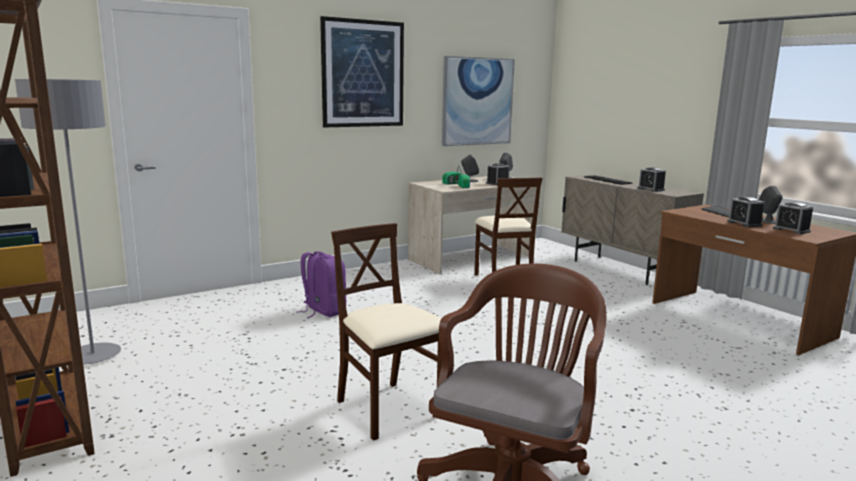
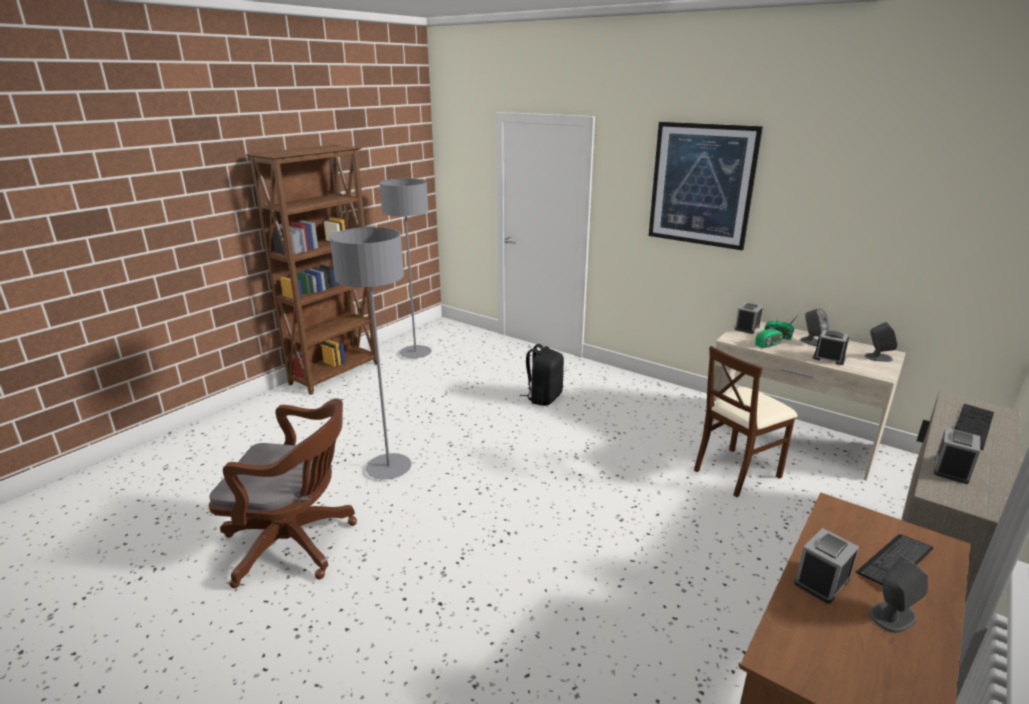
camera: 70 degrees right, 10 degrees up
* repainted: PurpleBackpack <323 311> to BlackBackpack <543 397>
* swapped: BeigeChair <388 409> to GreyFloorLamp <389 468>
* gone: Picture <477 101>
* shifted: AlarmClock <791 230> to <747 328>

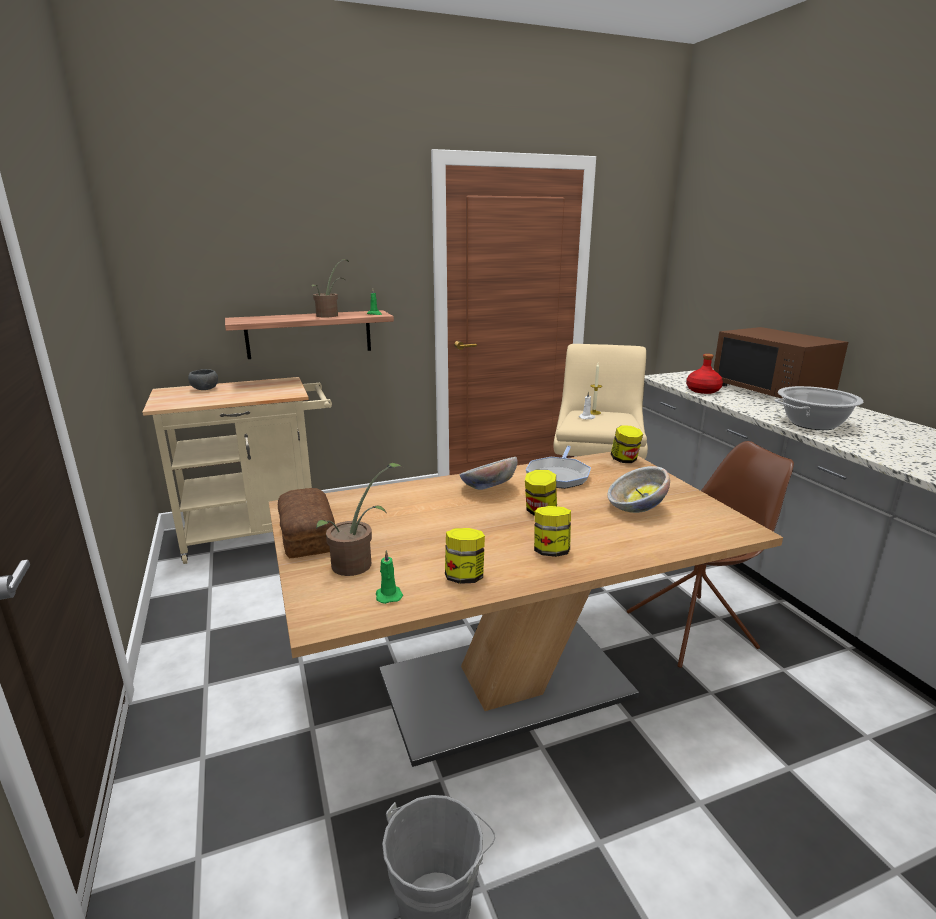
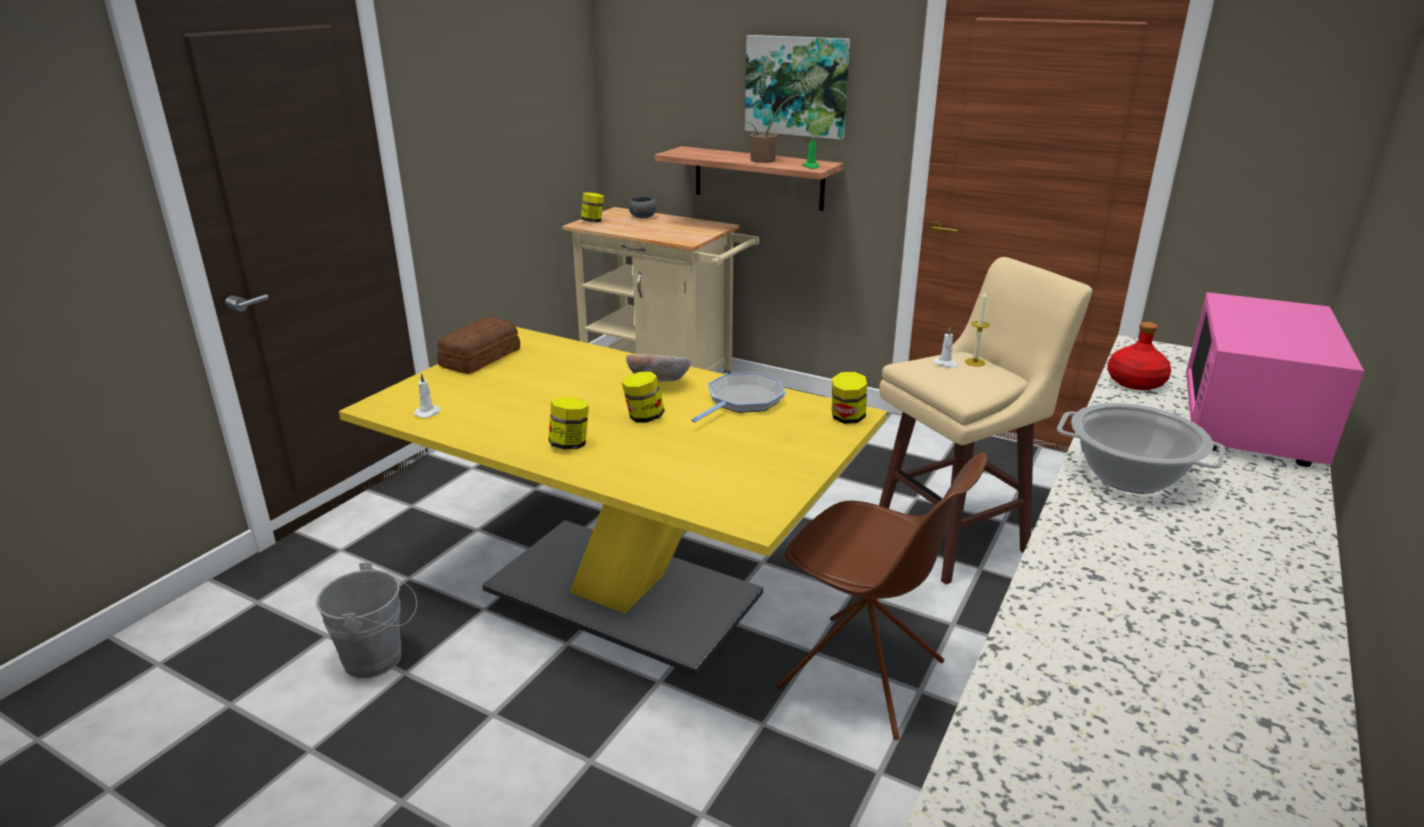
camera: 50 degrees right, 5 degrees up
* repainted: BrownDiningTable <505 684> to YellowDiningTable <622 591>
* gone: PottedPlant <358 564>
* repainted: GreenCandle <388 595> to WhiteCandle <428 413>
* shifted: Jar <464 577> to <593 221>
* rotated: FryingPan <558 476> = <742 401> 150 degrees clockwise
* gone: Bowl <635 509>
* repainted: BrownMicrowave <771 392> to PinkMicrowave <1250 423>
* new: Picture <797 86>

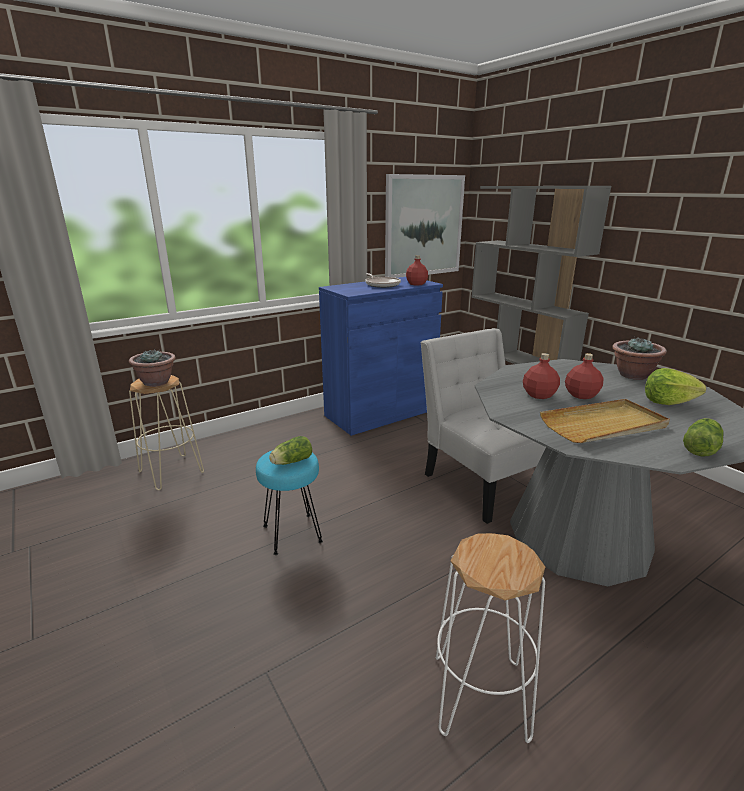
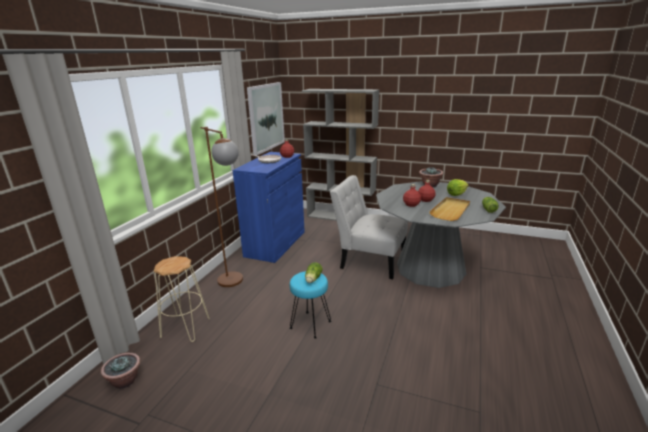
camera: 35 degrees left, 0 degrees up
* shifted: PottedPlant <156 382> to <125 381>
* gone: WhiteStool <480 697>
* new: BrownFloorLamp <235 283>

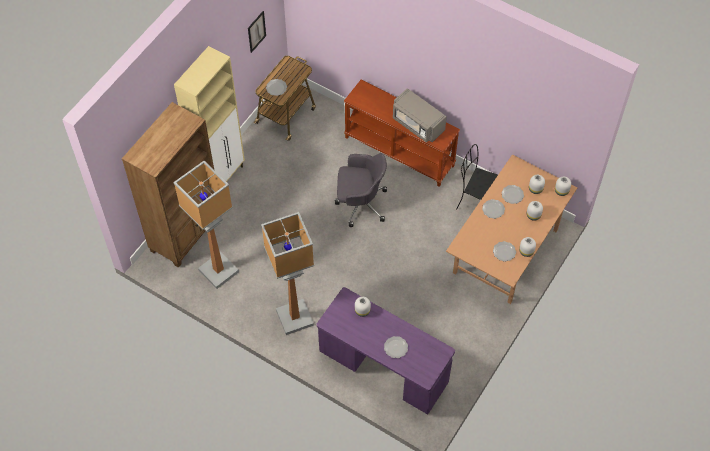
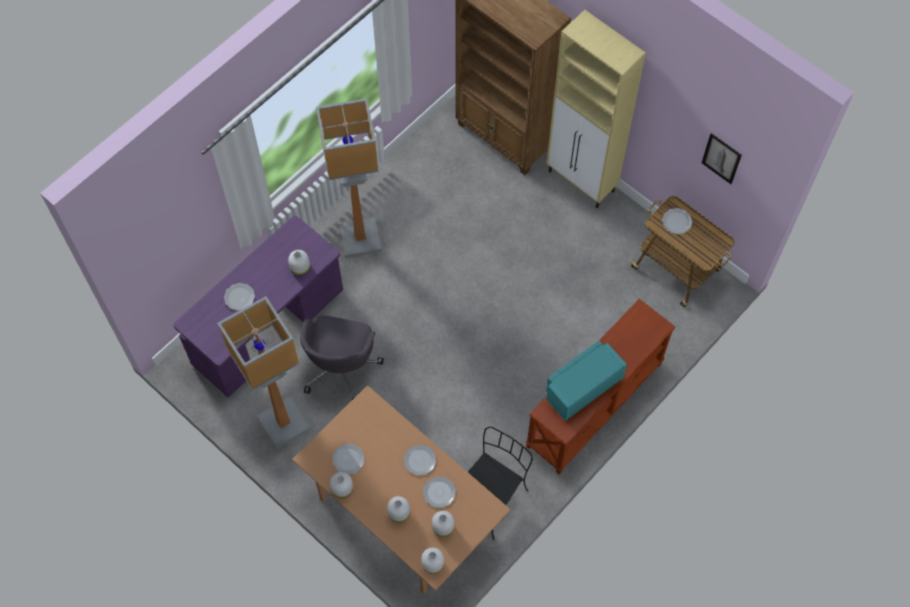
camera: 100 degrees right, 5 degrees up
* shifted: FloorLamp <217 271> to <284 422>
* shifted: GreyOfficeChair <360 203> to <341 368>
* repainted: GreyMicrowave <417 124> to TurquoiseMicrowave <582 387>

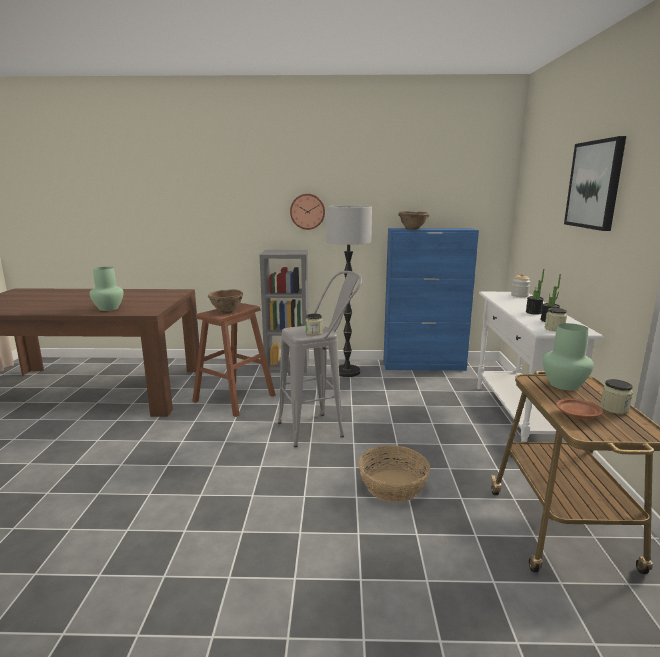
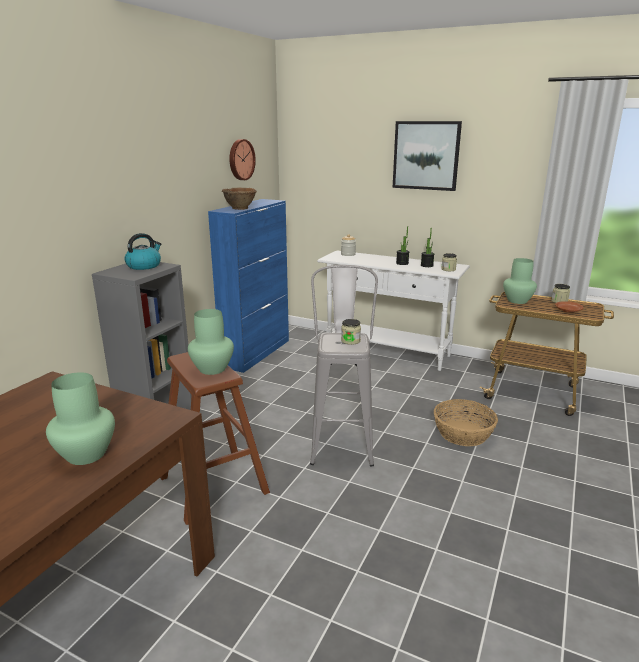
camera: 65 degrees left, 5 degrees up
* swapped: BrownBowl <226 312> to GreenVase <213 369>
* shifted: WallClock <307 211> to <240 159>
* gone: FloorLamp <347 372>
* new: Kettle <144 266>

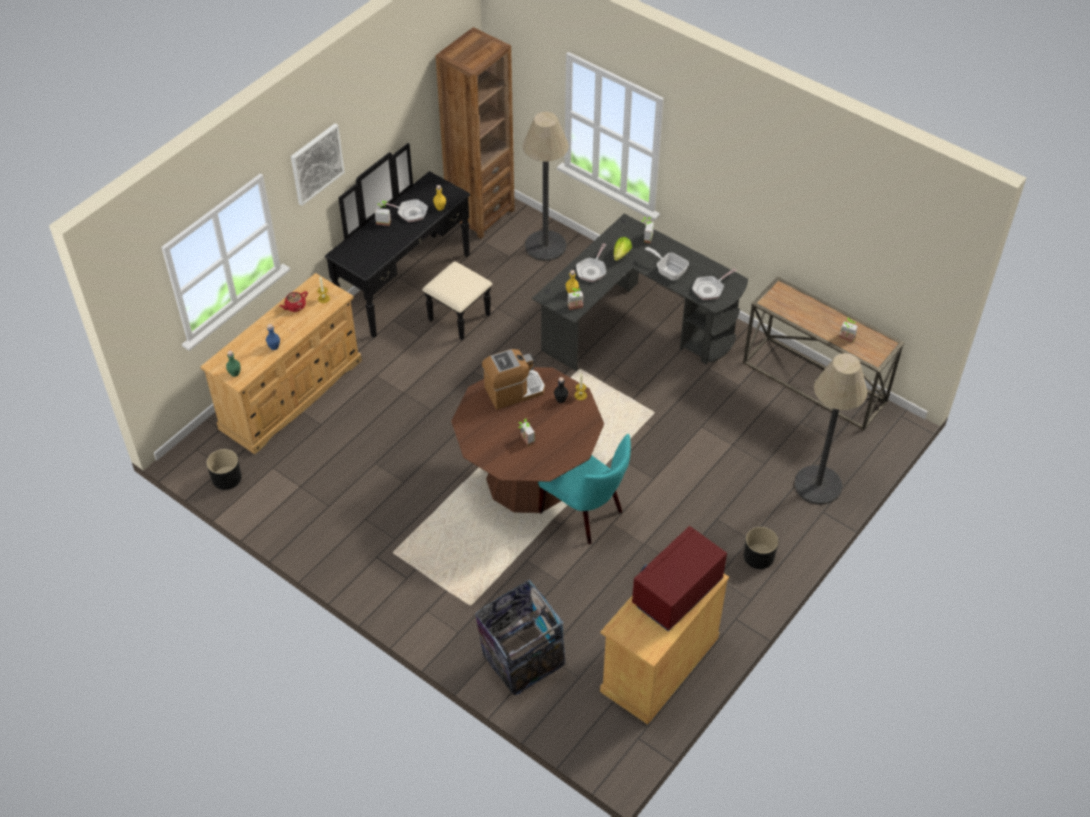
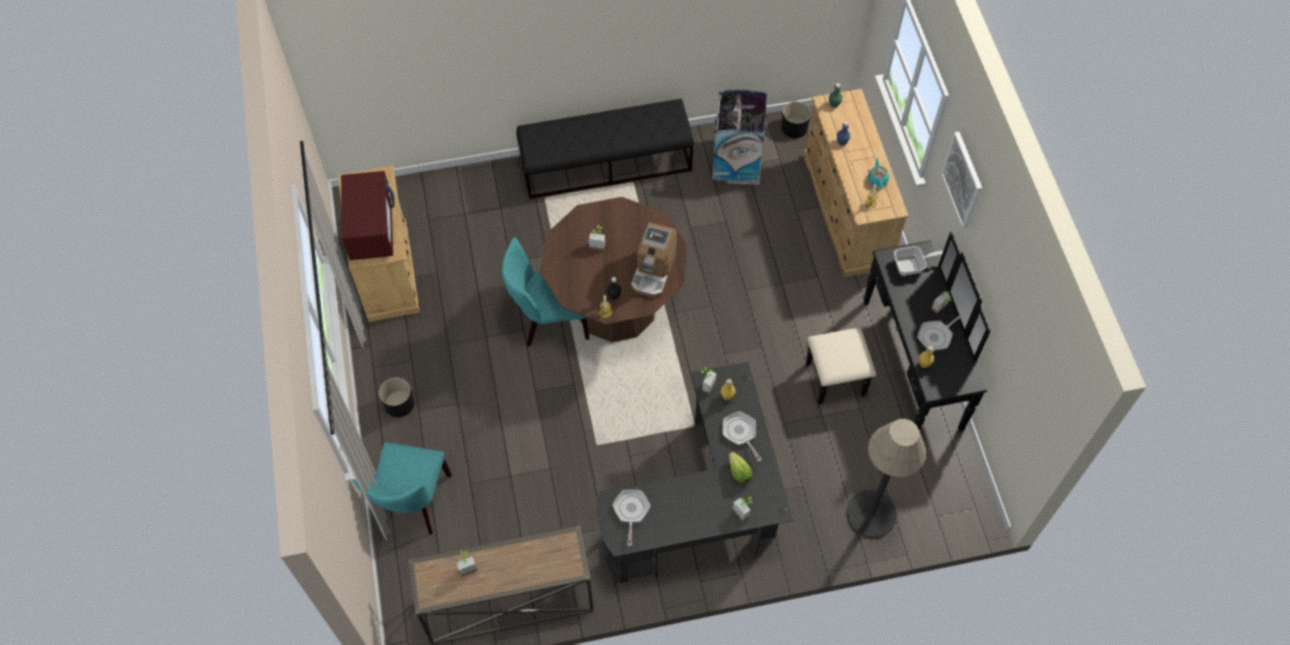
camera: 130 degrees right, 10 degrees up
* repainted: RedTeapot <295 306> to TurquoiseTeapot <877 179>
* gone: BrownBookcase <480 214>
* shifted: TrashCan <522 662> to <736 160>
* shifted: FryingPan <668 270> to <912 266>
* swapped: FloorLamp <818 485> to TurquoiseChair <412 504>
* new: BlackBench <606 164>

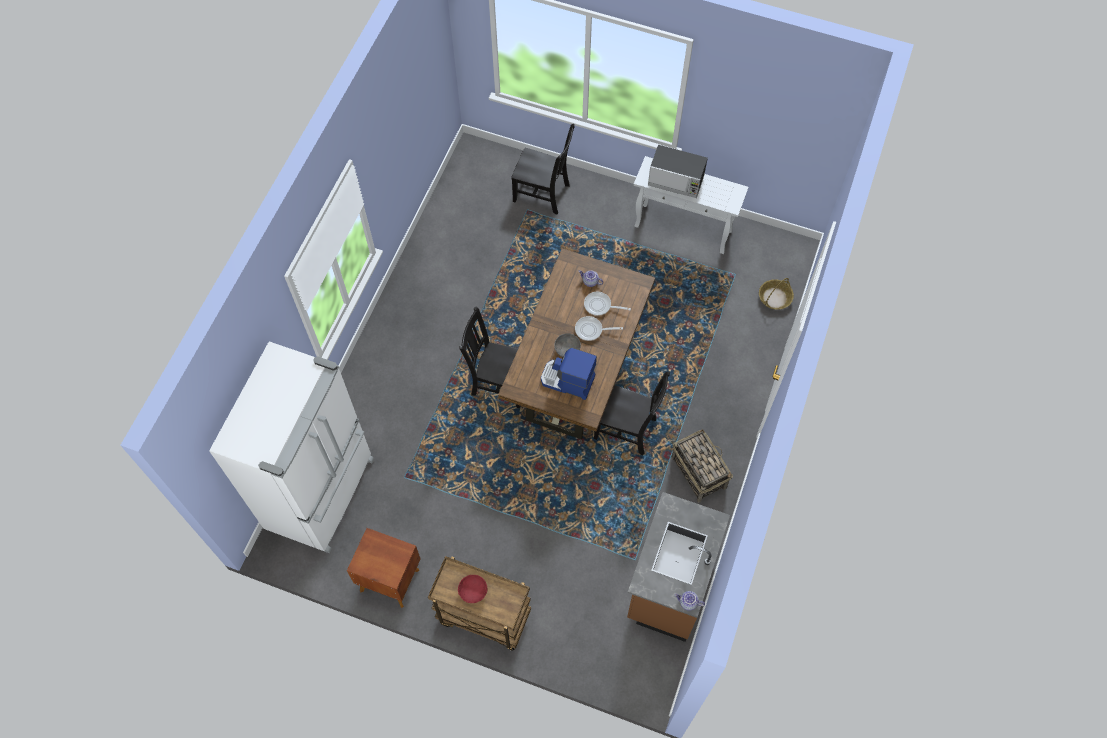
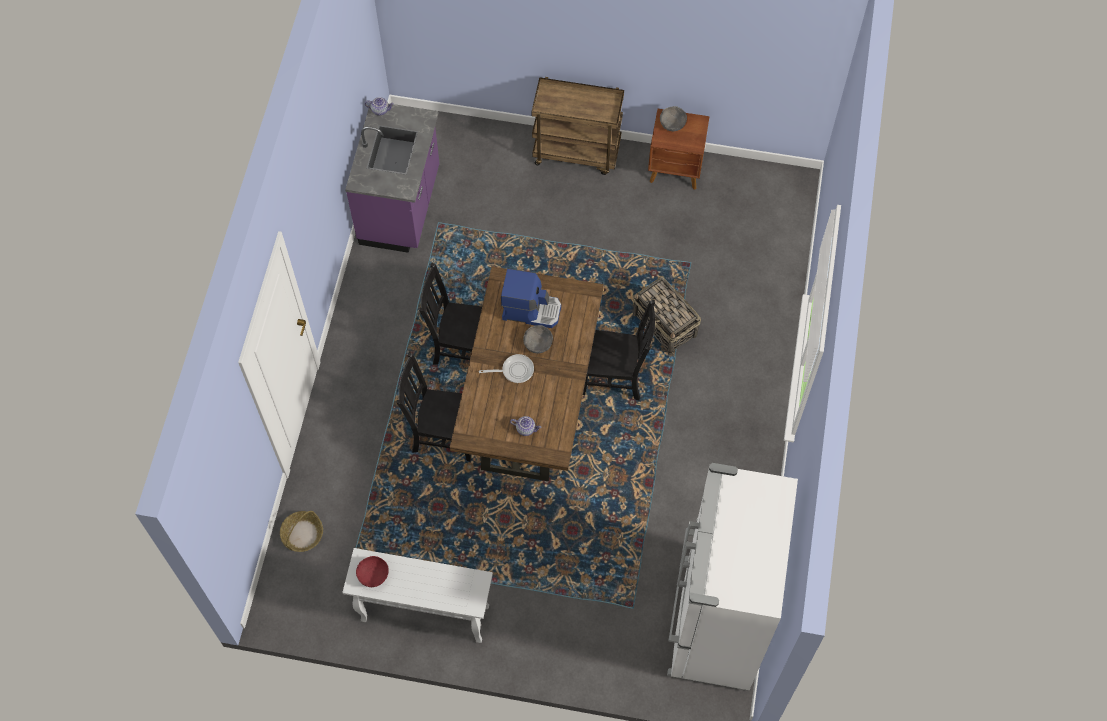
camera: 170 degrees right, 0 degrees up
* shifted: WhiteFridge <323 494> to <713 623>
* shifted: RedBowl <473 591> to <373 575>
* shifted: BlackChair <543 194> to <443 434>
* gone: FryingPan <600 306>
* repainted: BrownCounter <669 583> to PurpleCounter <401 207>
* gone: Microwave <676 181>
* shifted: Basket <698 472> to <665 325>
* new: GreyBowl <672 124>

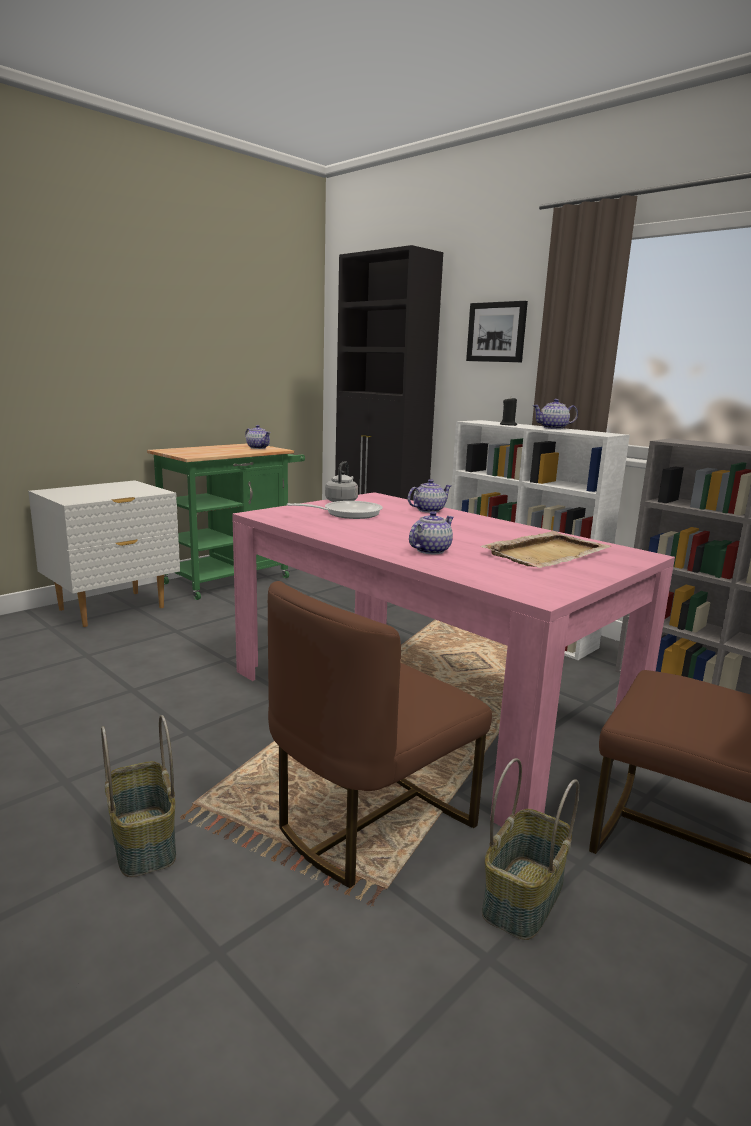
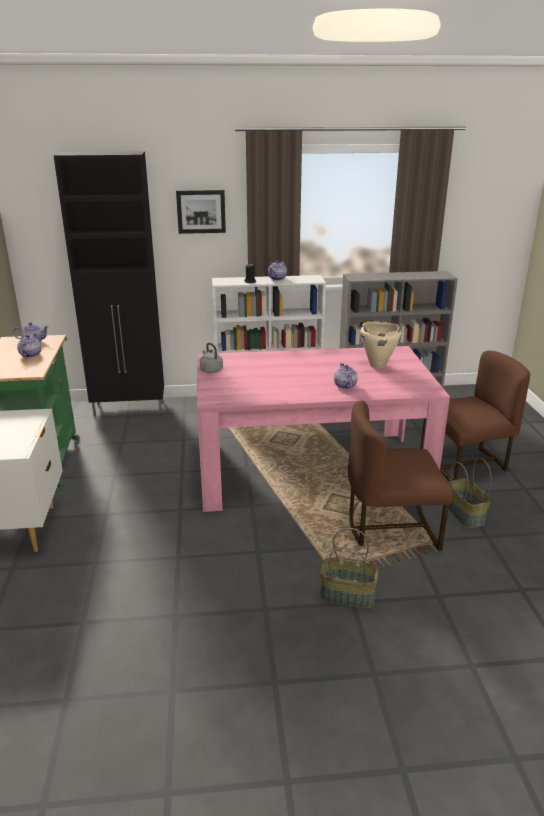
camera: 50 degrees left, 10 degrees up
* rotated: BrownChair <369 821> = <391 527> 90 degrees clockwise
* gone: FryingPan <347 514>
* shifted: Teapot <428 510> to <30 355>
* swapped: BeigeTray <547 553> to BeigeCookingPot <377 365>

